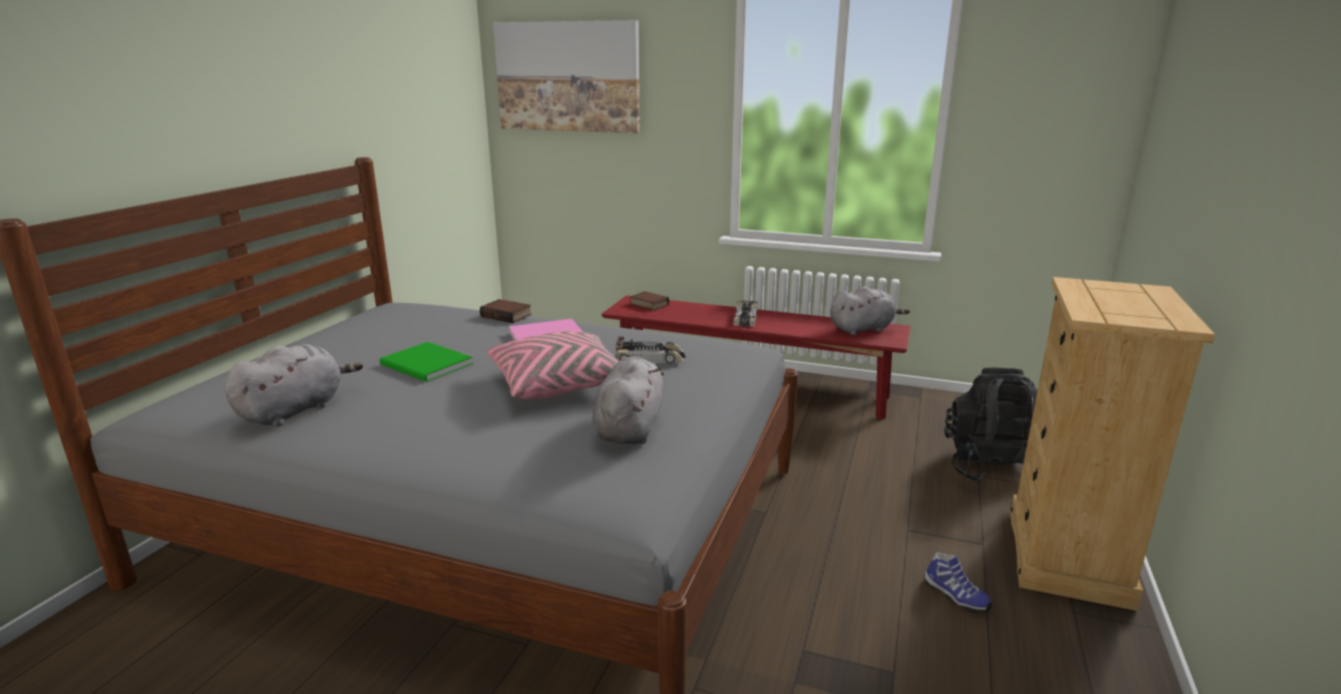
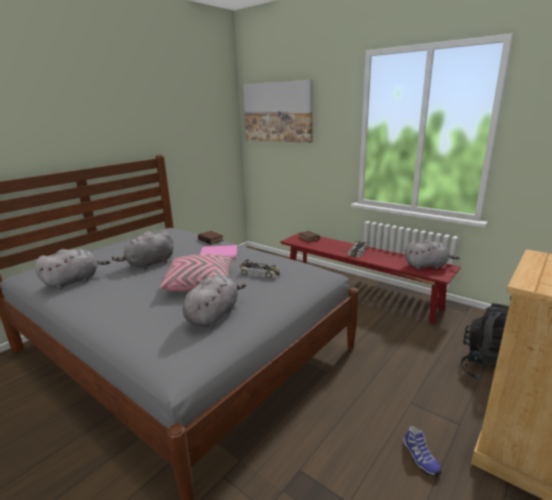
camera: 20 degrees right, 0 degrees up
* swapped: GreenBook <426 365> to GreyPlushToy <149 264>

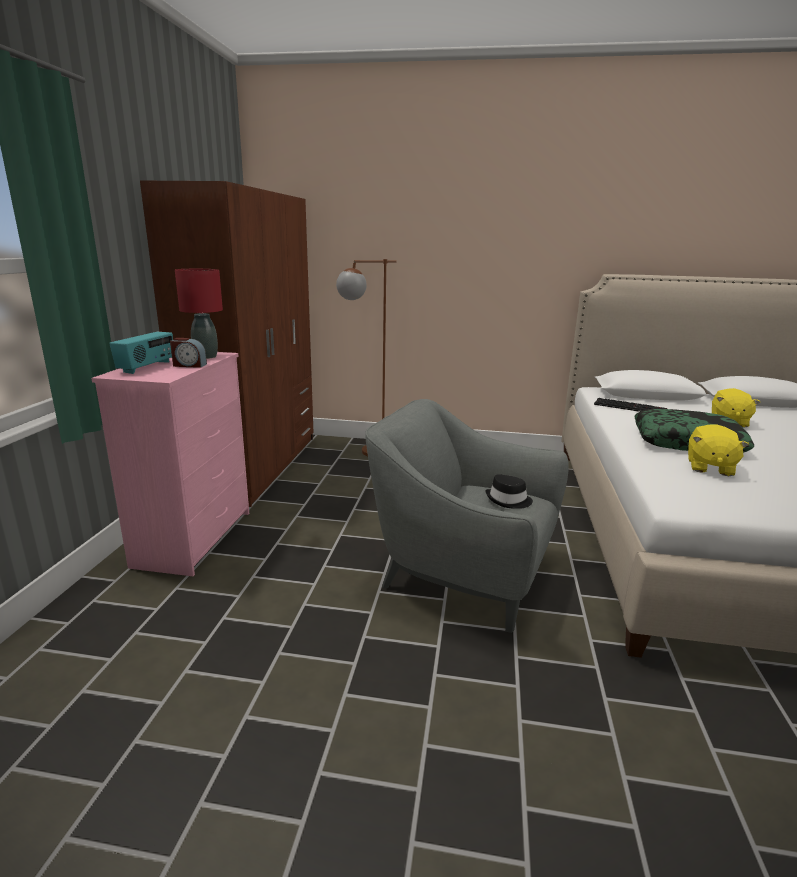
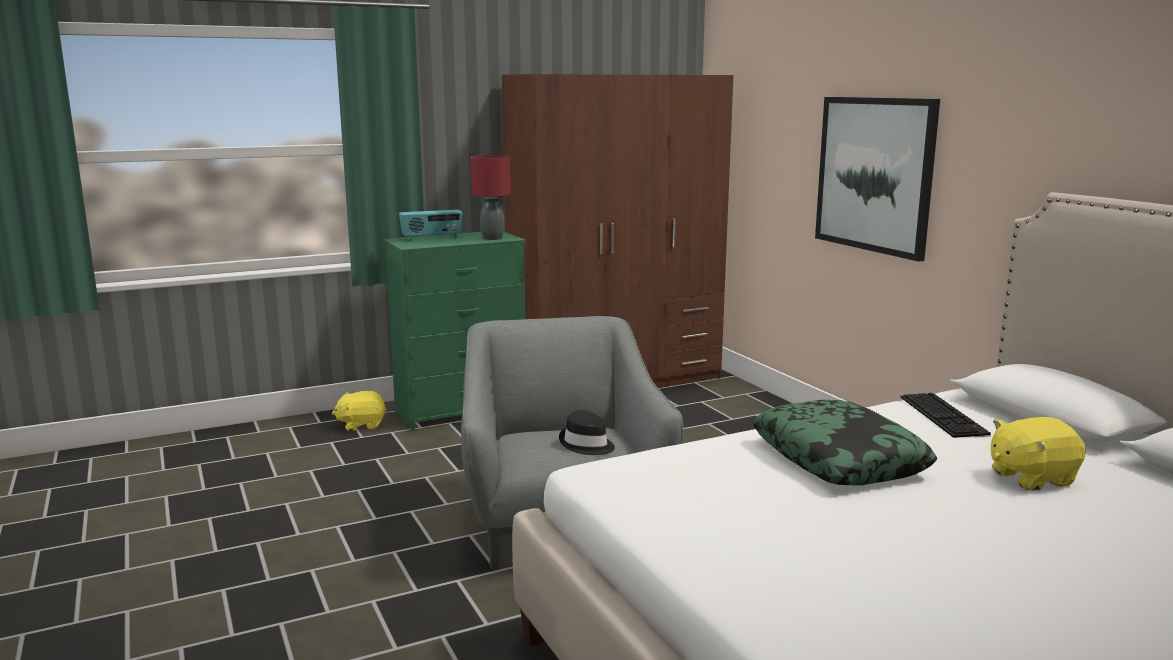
camera: 55 degrees right, 5 degrees down
* repainted: PinkDresser <195 538> to GreenDresser <462 411>
* gone: AlarmClock <189 365>
* gone: BrownFloorLamp <367 454>
* shifted: YellowPlushToy <709 467> to <361 425>
* new: Picture <874 174>

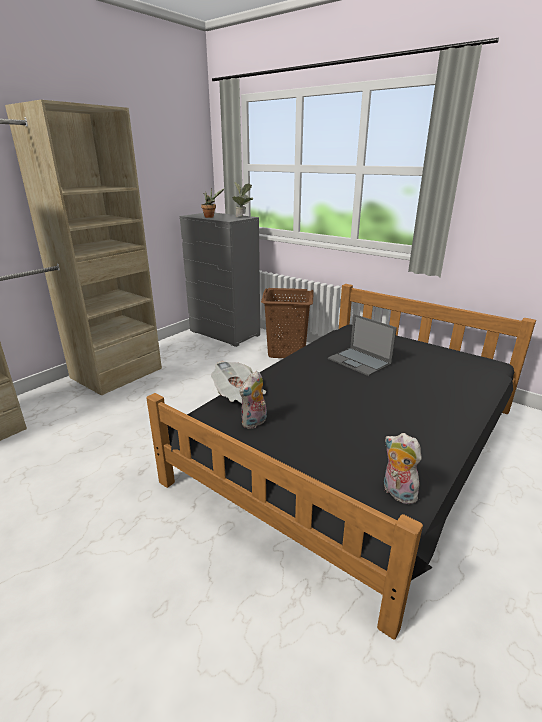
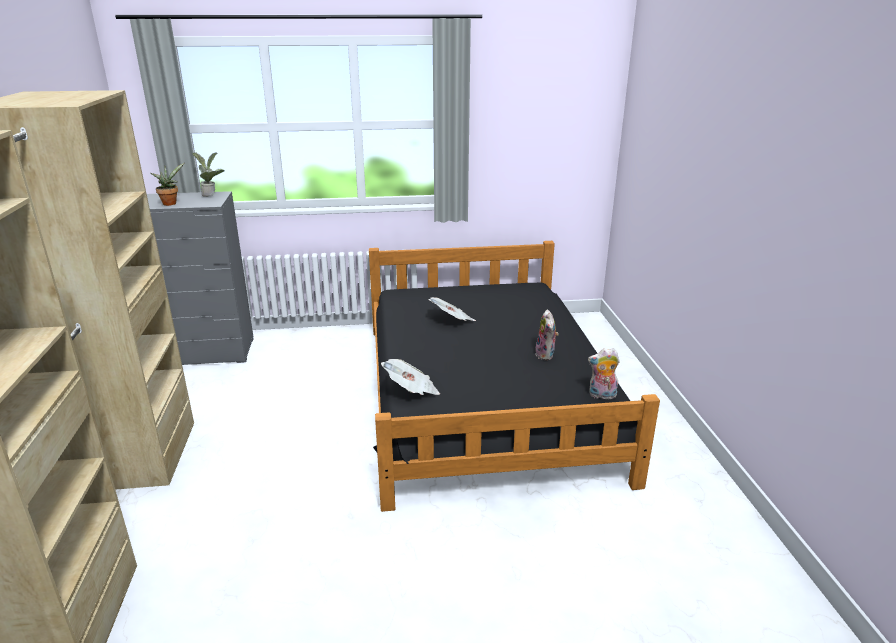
camera: 45 degrees left, 0 degrees up
* shifted: PlushToy <254 423> to <546 355>
* gone: BrownLaundryBasket <286 351>
* swapped: Laptop <360 361> to Newspaper <452 321>

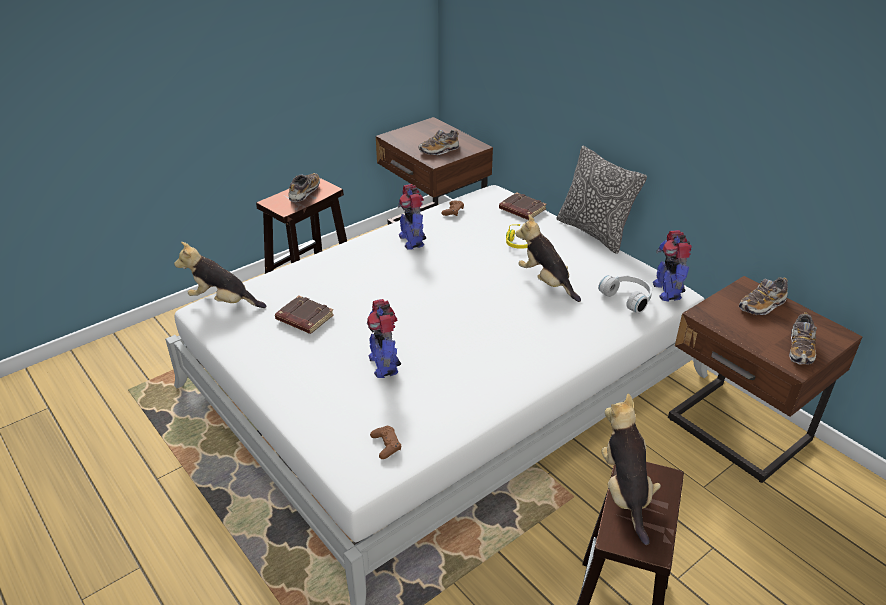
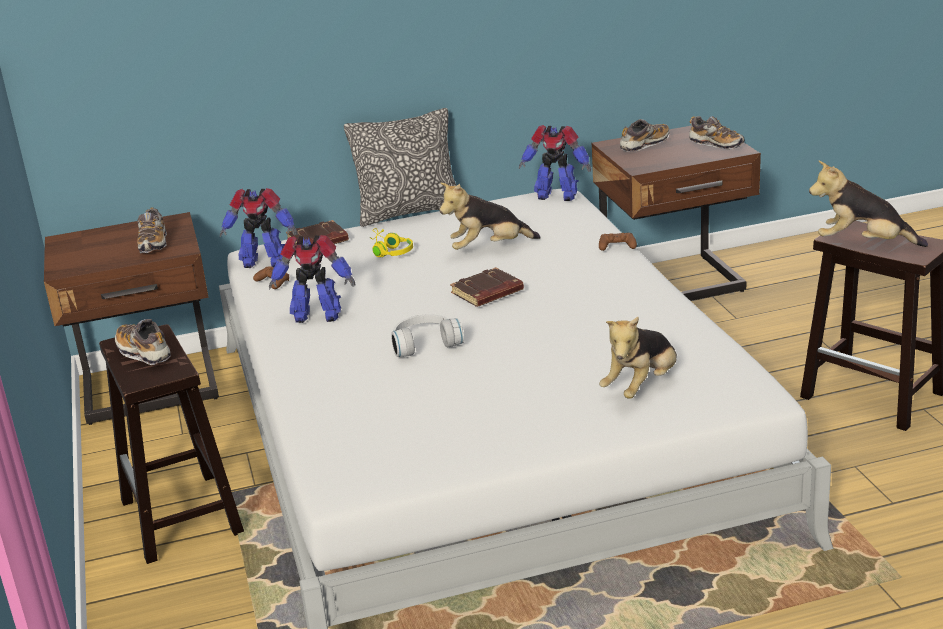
camera: 65 degrees left, 10 degrees down
* shifted: PlushToy <223 301> to <642 386>
* shifted: BrownBook <303 318> to <487 293>
* shifted: ToyRobot <384 364> to <263 262>
* shifted: BrownGameController <386 445> to <617 246>
* shifted: WhiteHeadphones <628 298> to <424 343>
* rotated: Shoe <762 305> = <644 145> 120 degrees counterclockwise

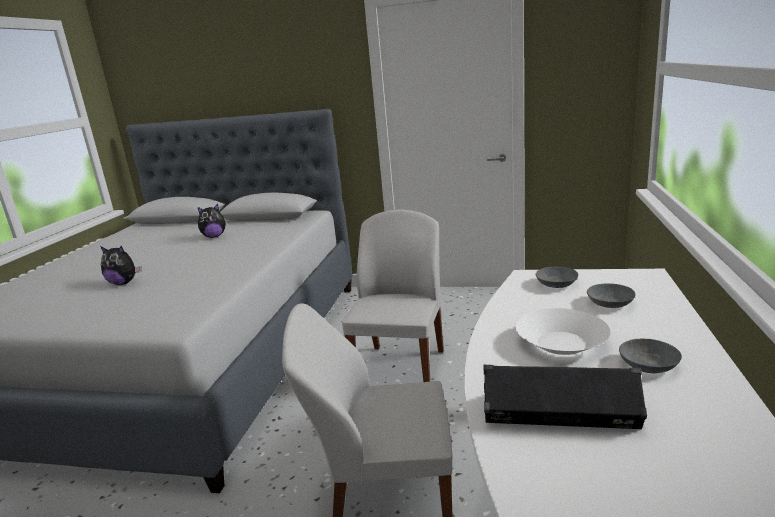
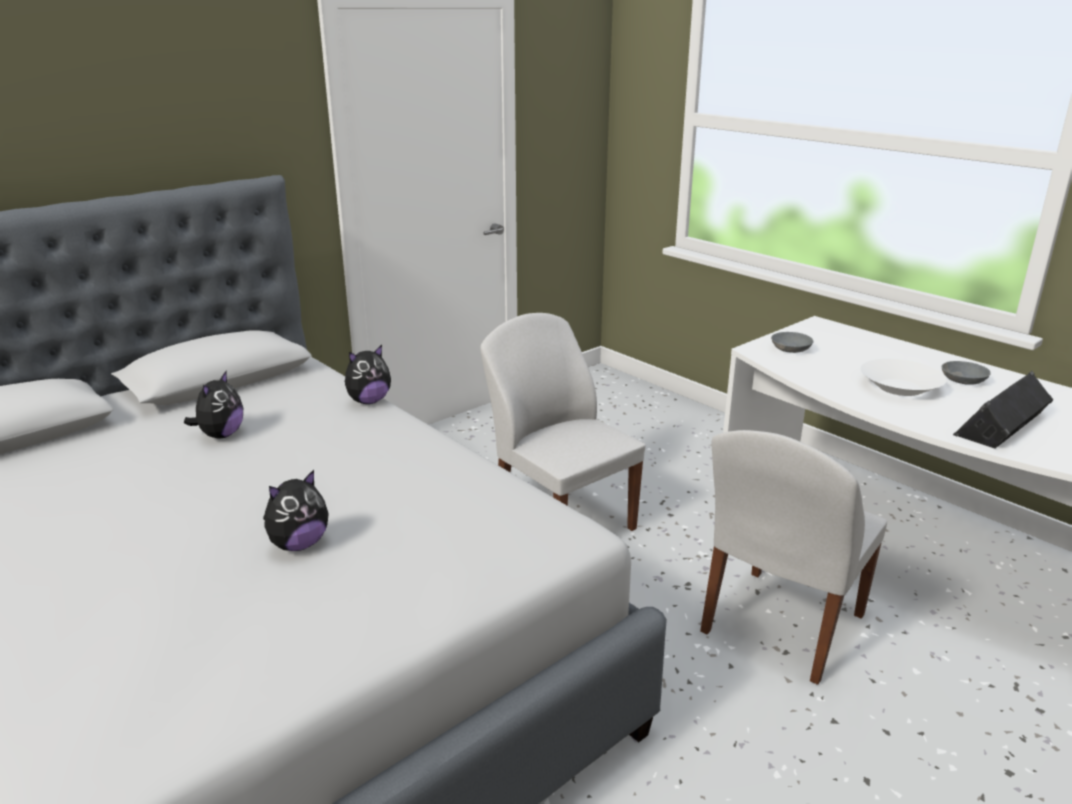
camera: 55 degrees left, 5 degrees up
* gone: GreyBowl <609 303>
* new: PlushToy <368 401>

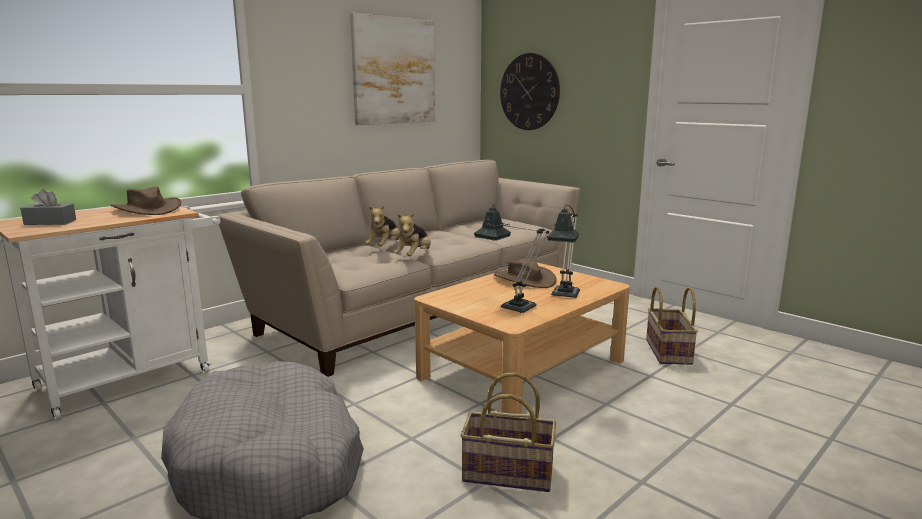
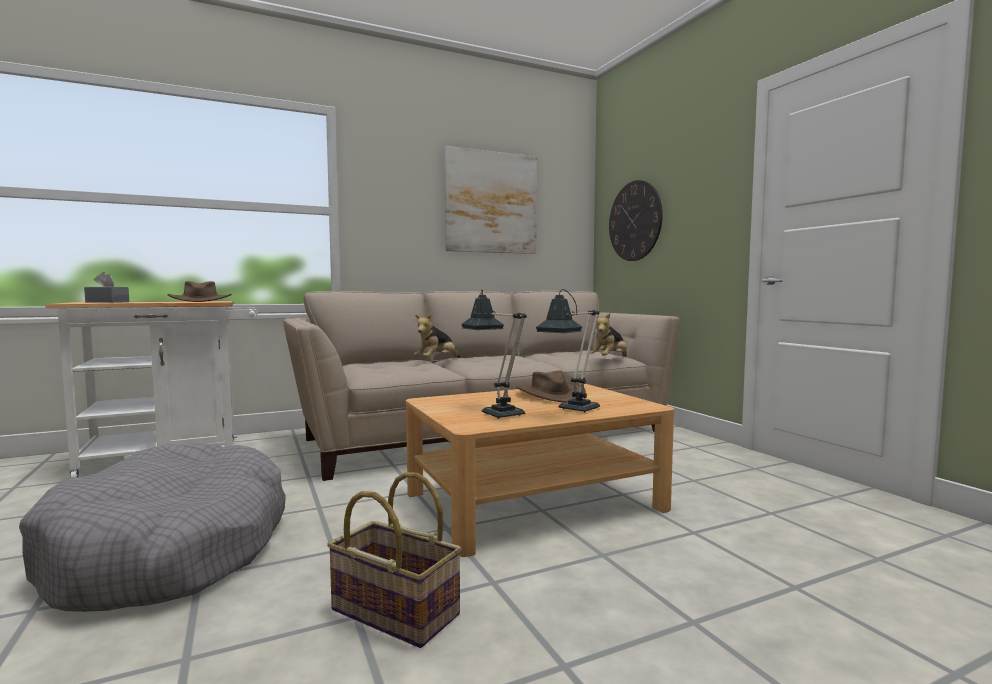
camera: 20 degrees right, 10 degrees down
* shifted: PlushToy <414 256> to <610 359>
* gone: Basket <667 351>

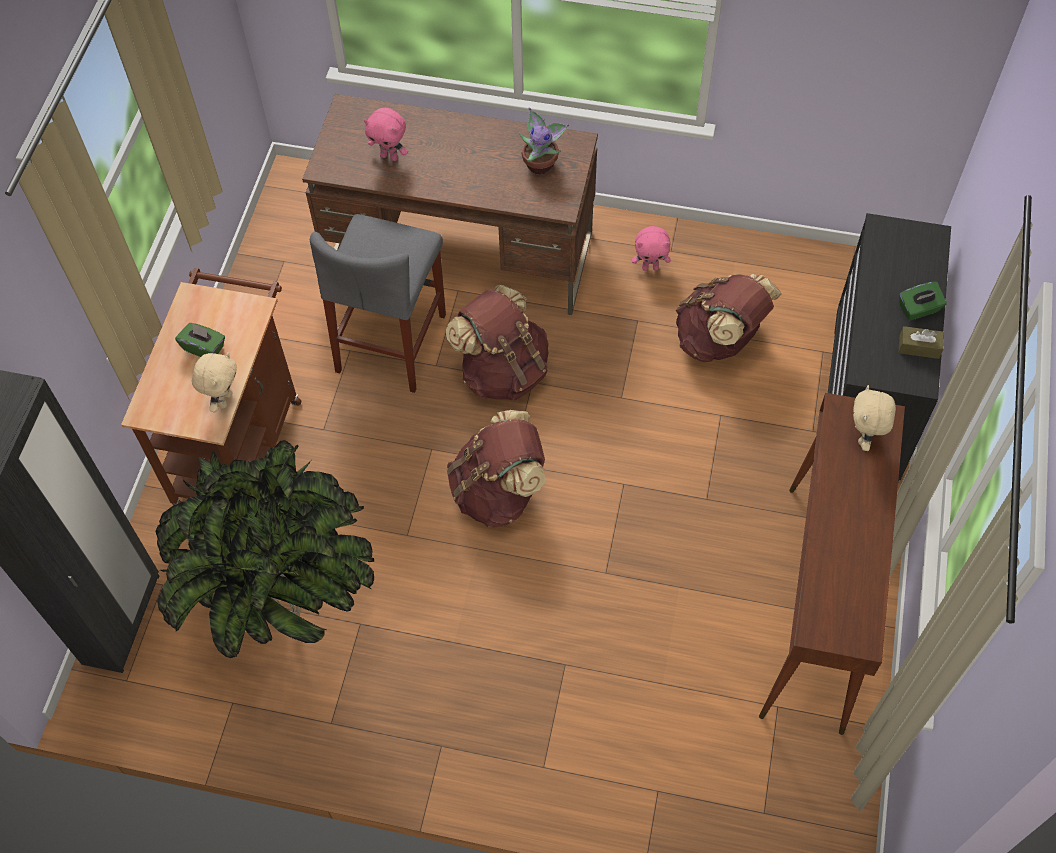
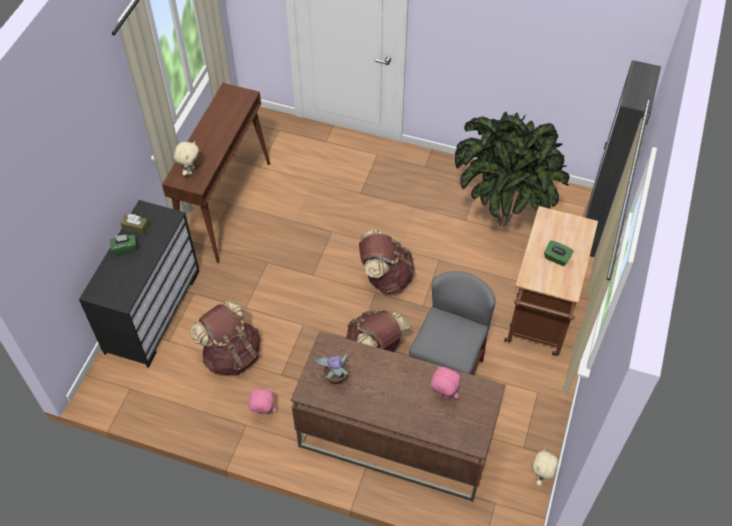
camera: 175 degrees left, 5 degrees down
* shifted: BeigePlushToy <224 399> to <541 476>

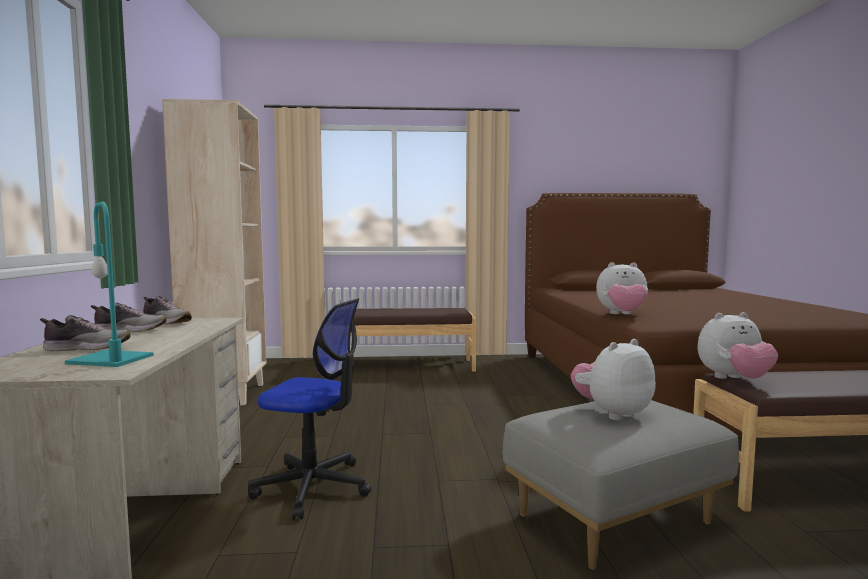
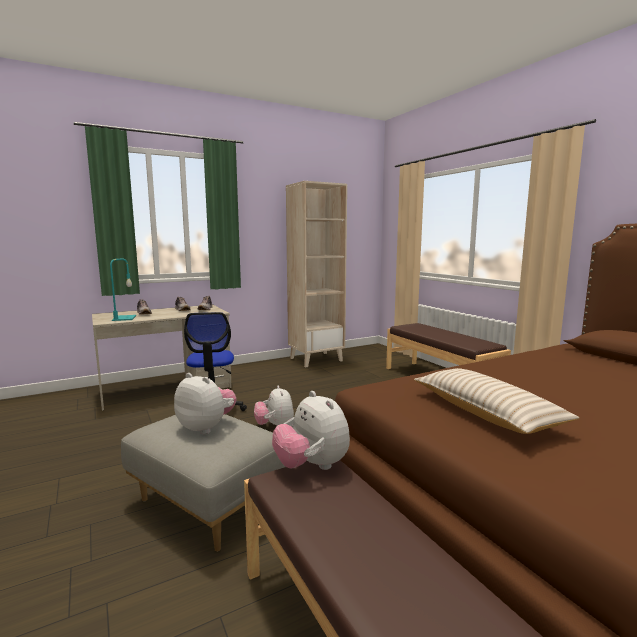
camera: 65 degrees right, 5 degrees up
* shifted: PlushToy <622 314> to <275 426>
* new: BeigePillow <486 413>

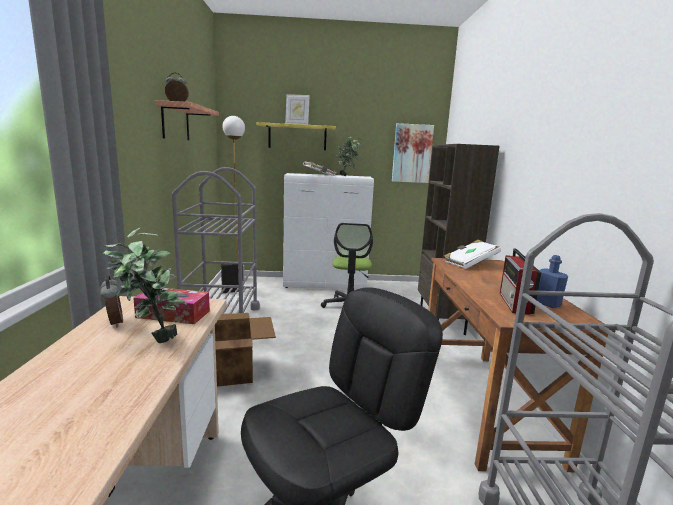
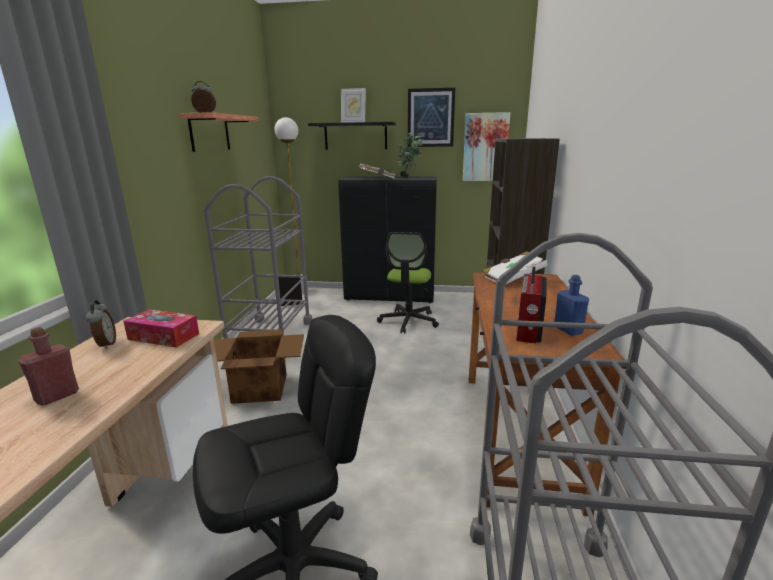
camera: 10 degrees right, 5 degrees up
* gone: PottedPlant <151 340>
* repainted: YellowShelf <297 137> to BlackShelf <355 136>
* repainted: WhiteCabinet <325 285> to BlackCabinet <390 297>
* new: RedBottle <57 396>
* new: Picture <430 118>

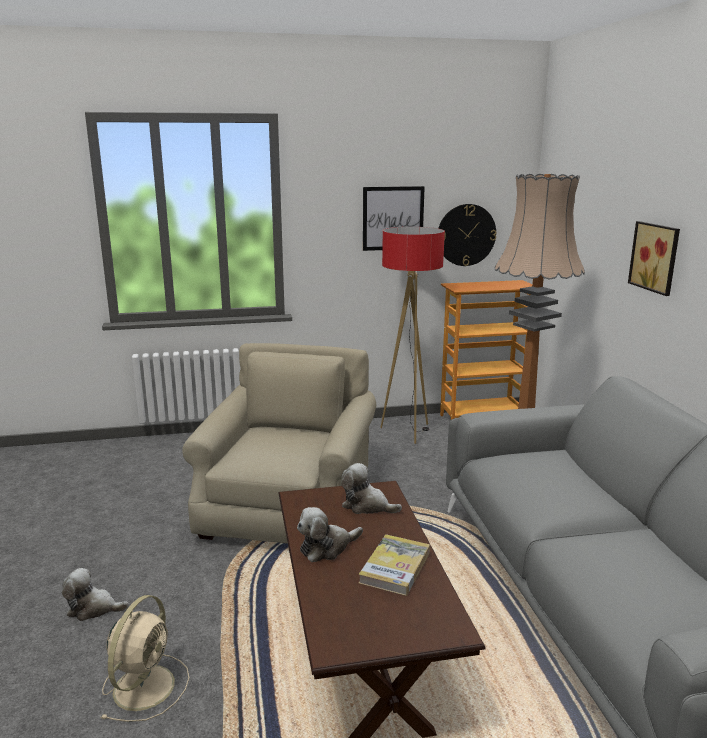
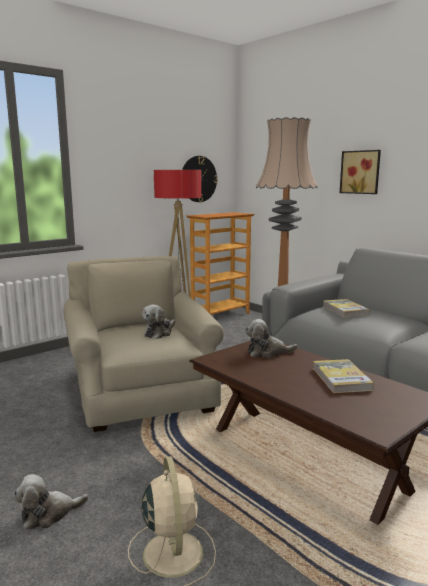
camera: 30 degrees left, 5 degrees down
* shifted: PlushToy <327 548> to <159 333>
* gone: Picture <393 218>
* new: Book <345 310>

